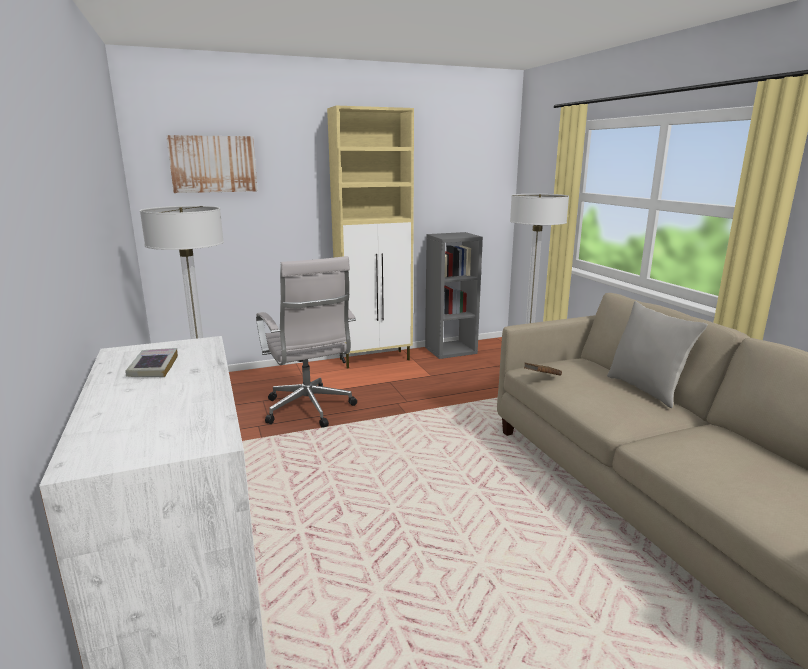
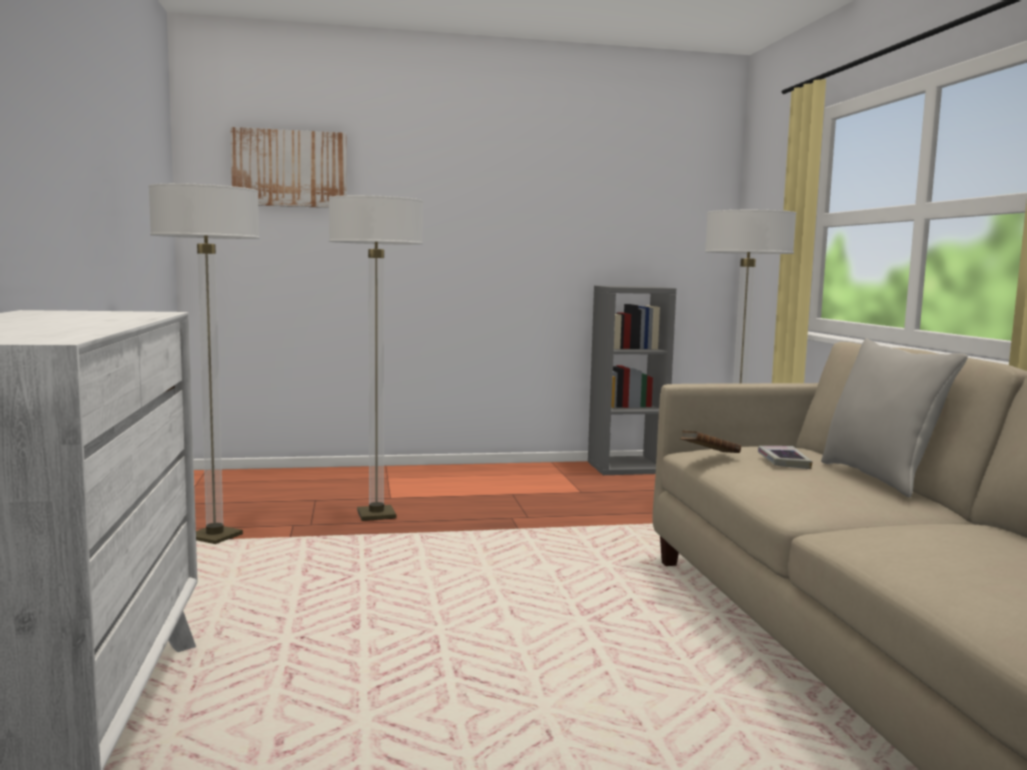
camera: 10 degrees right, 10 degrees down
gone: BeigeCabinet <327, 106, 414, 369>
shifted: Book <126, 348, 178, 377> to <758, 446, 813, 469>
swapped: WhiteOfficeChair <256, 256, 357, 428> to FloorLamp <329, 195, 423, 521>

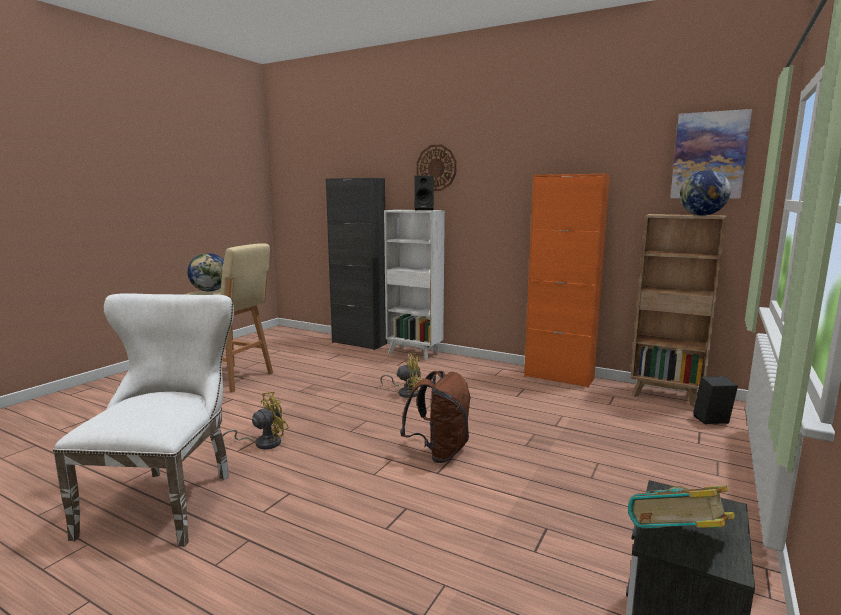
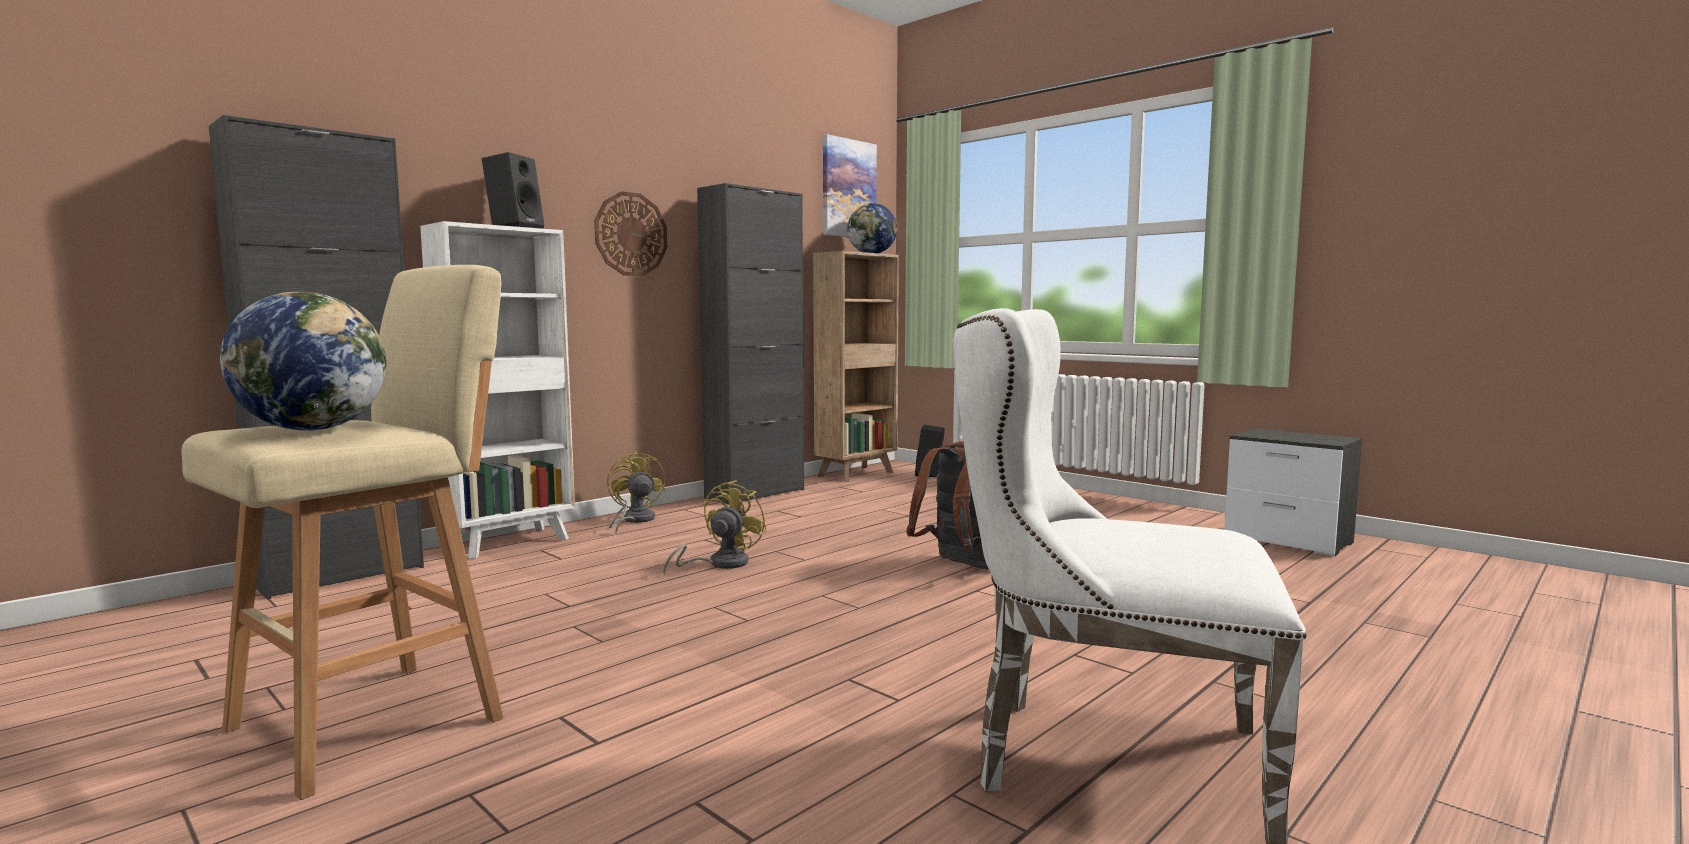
camera: 75 degrees left, 5 degrees down
gone: Book <628, 485, 735, 529>
shifted: WallClock <417, 145, 457, 191> to <594, 191, 667, 276>; YellowFan <222, 391, 289, 449> to <607, 451, 665, 533>
repainted: OrangeCabinet <524, 174, 610, 388> to BlackCabinet <697, 183, 804, 504>

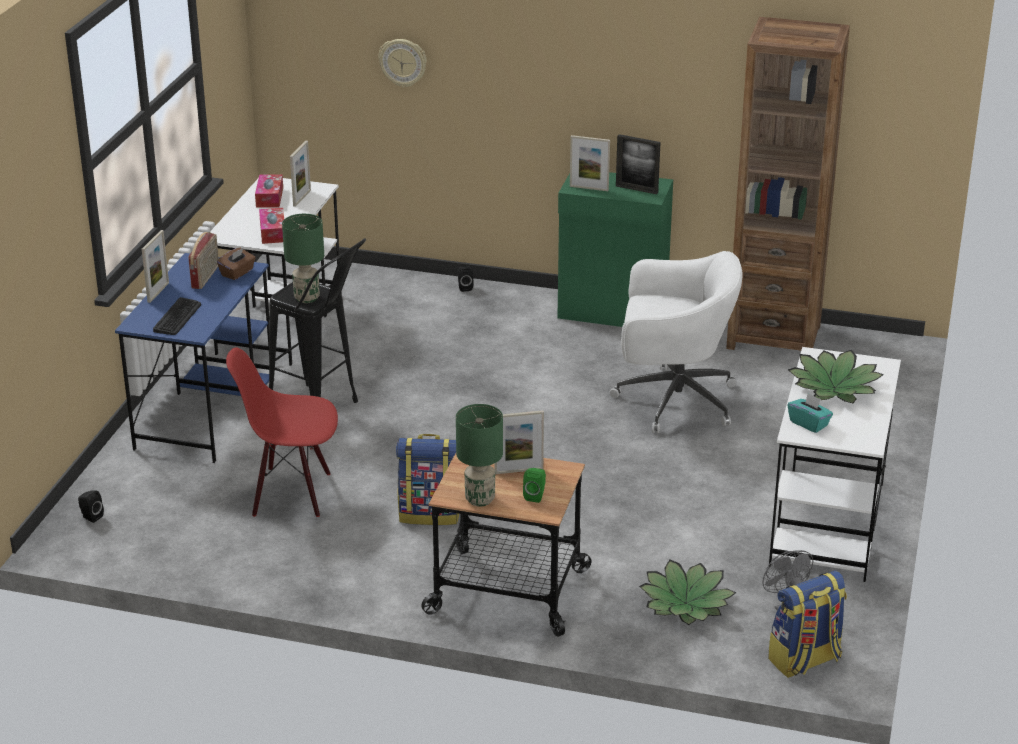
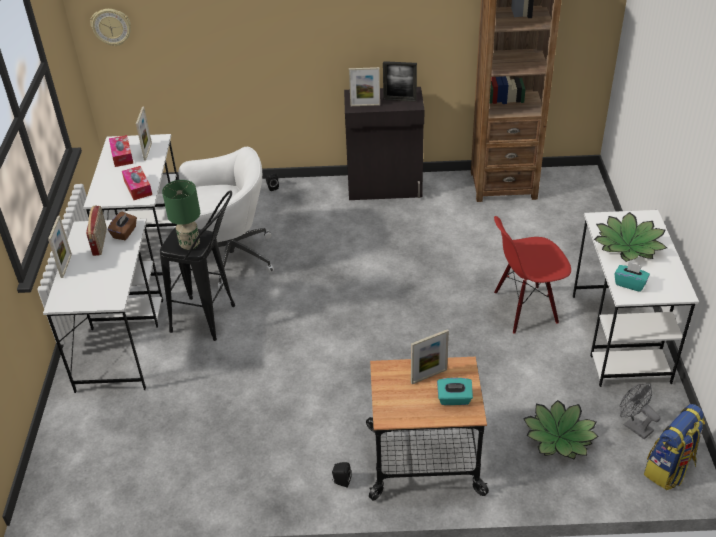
camera: 15 degrees left, 10 degrees up
gone: Keyboard <153, 297, 201, 335>; Backpack <396, 434, 459, 525>; GreenTableLamp <456, 404, 503, 506>
shifted: WallClock <378, 39, 427, 87> to <90, 9, 131, 47>; WhiteOfficeChair <610, 251, 743, 433> to <178, 147, 274, 290>; BlackSpeaker <78, 491, 104, 523> to <332, 462, 352, 488>; RedChair <226, 347, 338, 517> to <494, 216, 571, 334>
swapped: GreenSpeaker <523, 468, 546, 503> to TurquoiseTissueBox <437, 378, 473, 405>
repainted: BlueDesk <115, 253, 269, 463> to WhiteDesk <43, 219, 163, 393>; GreenCabinet <557, 172, 673, 327> to BlackCabinet <344, 87, 424, 200>

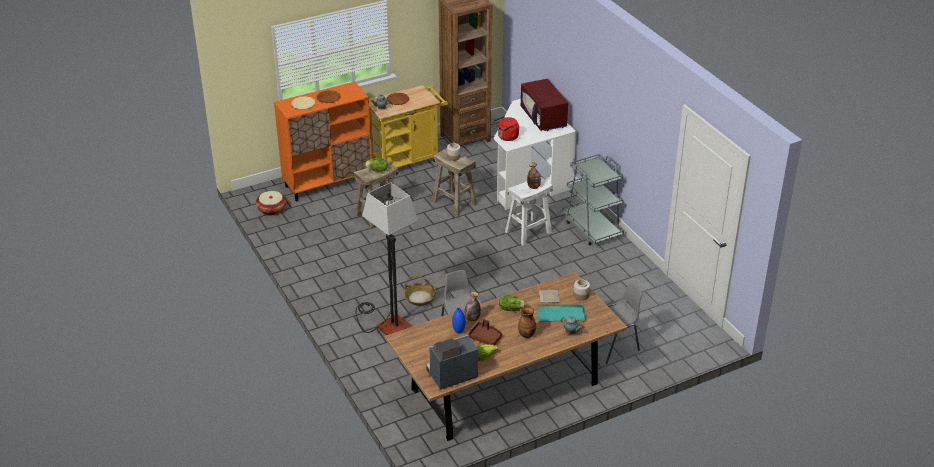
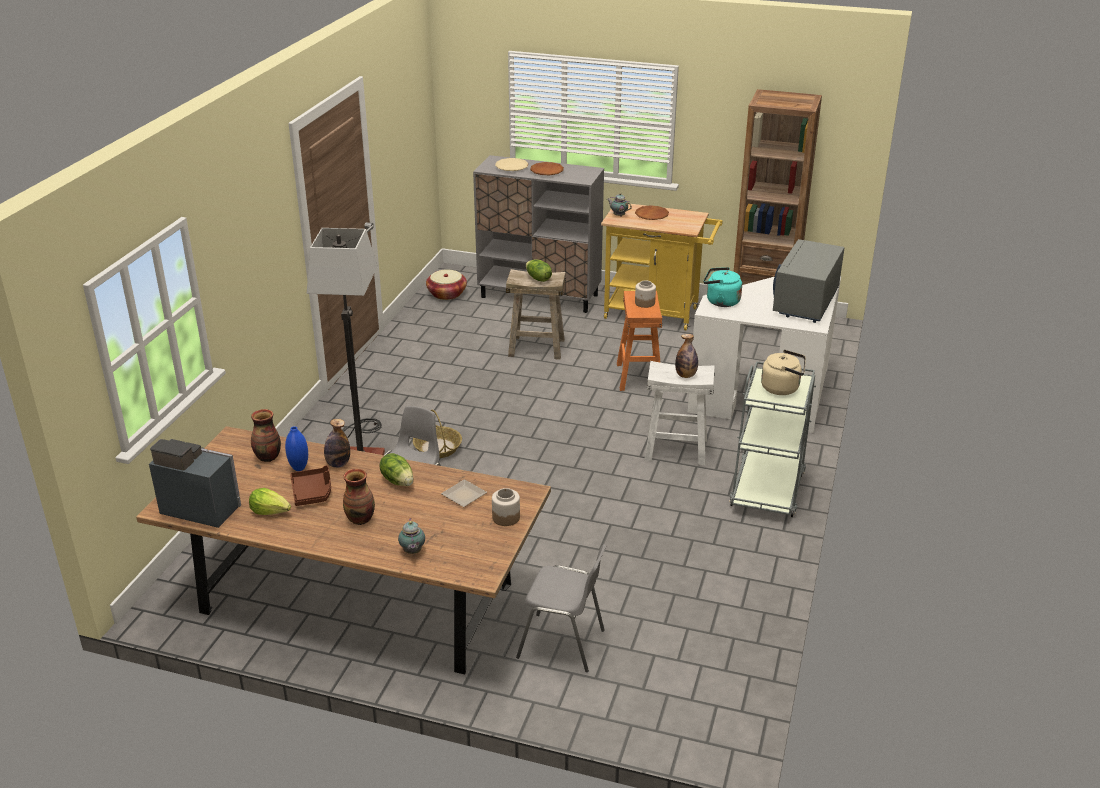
camera: 45 degrees right, 5 degrees down
gone: TurquoiseTray <537, 304, 586, 322>
new: Vase <251, 409, 281, 462>; BeigeKettle <761, 350, 806, 395>
repainted: OrangeCabinet <274, 82, 372, 201> to GreyCabinet <473, 155, 604, 313>; BeigeStool <432, 148, 477, 216> to OrangeStool <617, 291, 662, 391>; RedKettle <494, 116, 519, 141> to TurquoiseKettle <704, 267, 742, 307>; RedMicrowave <521, 79, 568, 131> to GreyMicrowave <773, 239, 844, 323>

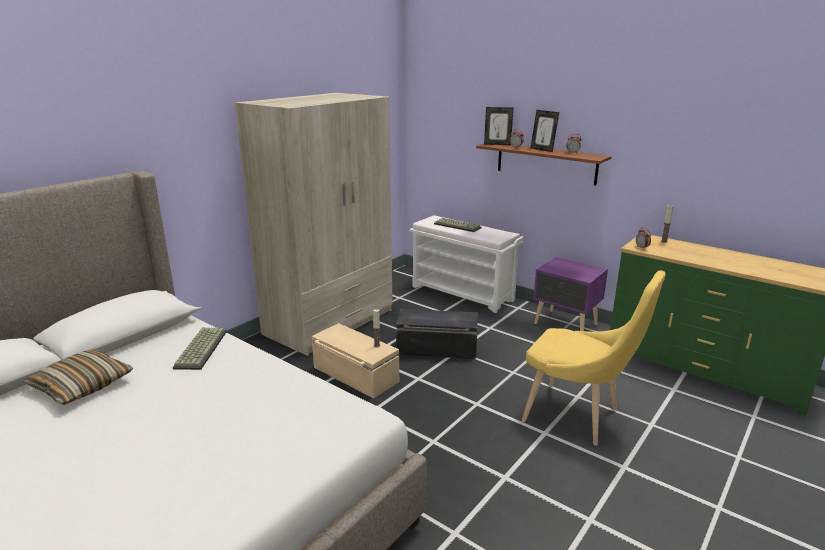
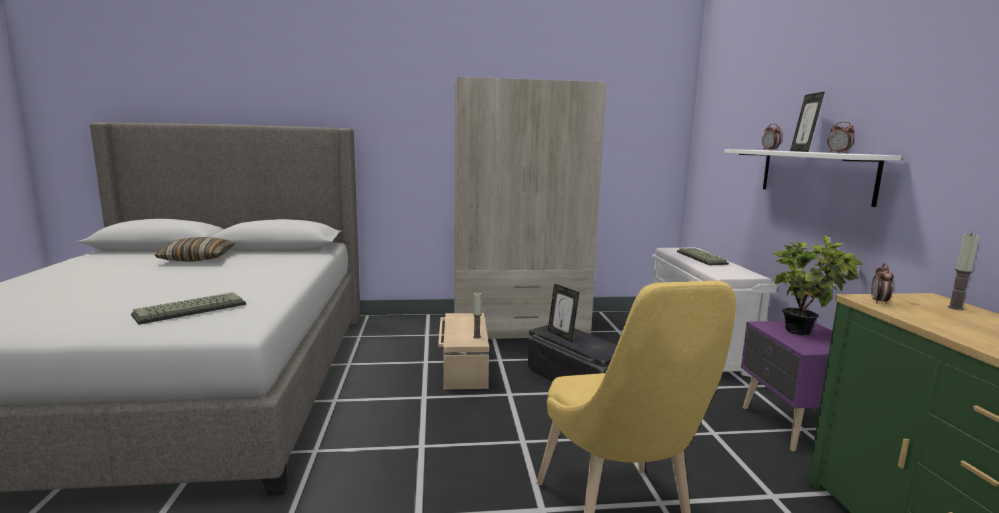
camera: 45 degrees right, 10 degrees down
new: PottedPlant <773, 235, 862, 336>
shifted: Keyboard <173, 328, 227, 370> to <131, 292, 246, 325>; PictureFrame <484, 107, 513, 145> to <548, 284, 579, 342>
repainted: BrownShelf <476, 144, 612, 185> to WhiteShelf <724, 149, 901, 207>

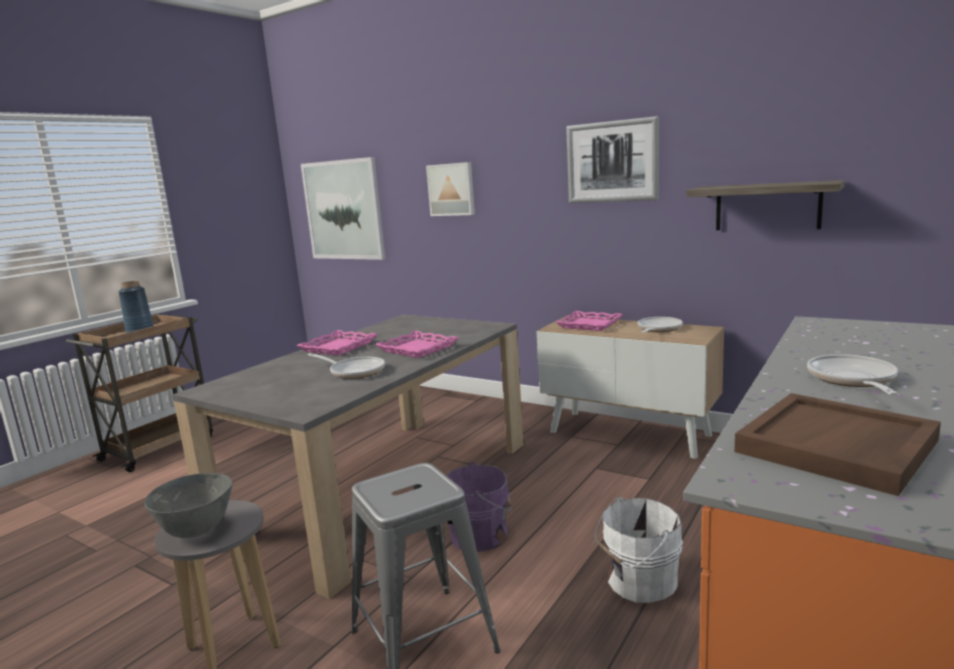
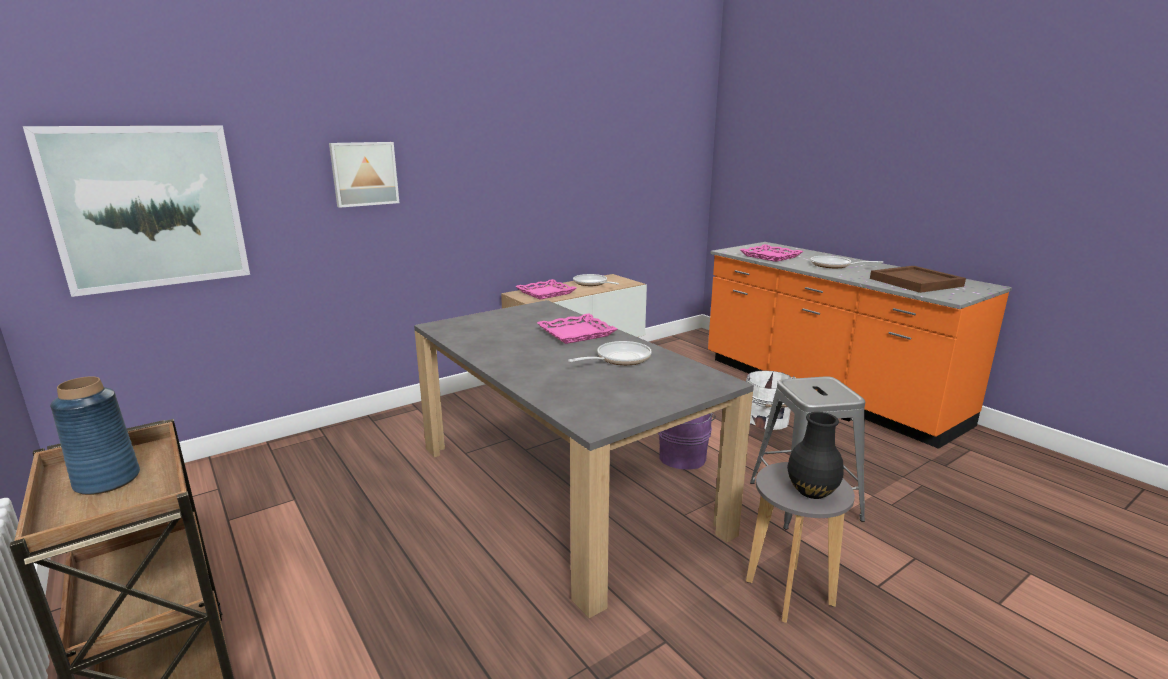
camera: 70 degrees left, 5 degrees up
gone: Picture <566, 116, 659, 203>; Shelf <686, 180, 845, 230>
shifted: PinkTray <296, 330, 378, 355> to <740, 244, 803, 262>
swapped: GreyBowl <145, 473, 232, 538> to BlackVase <787, 412, 844, 499>

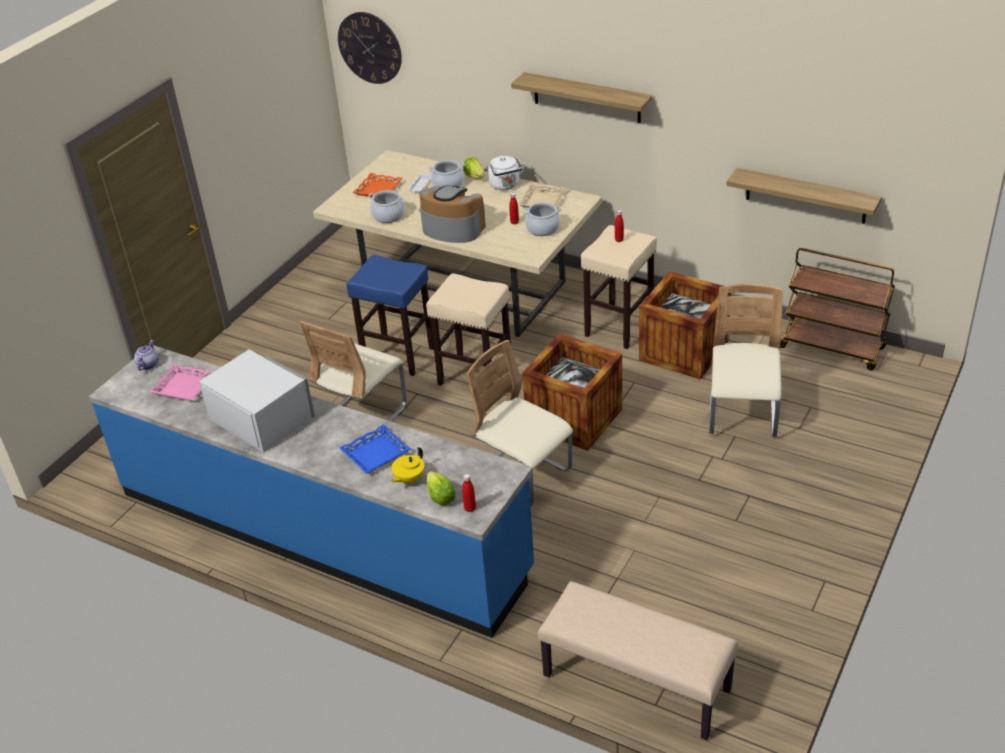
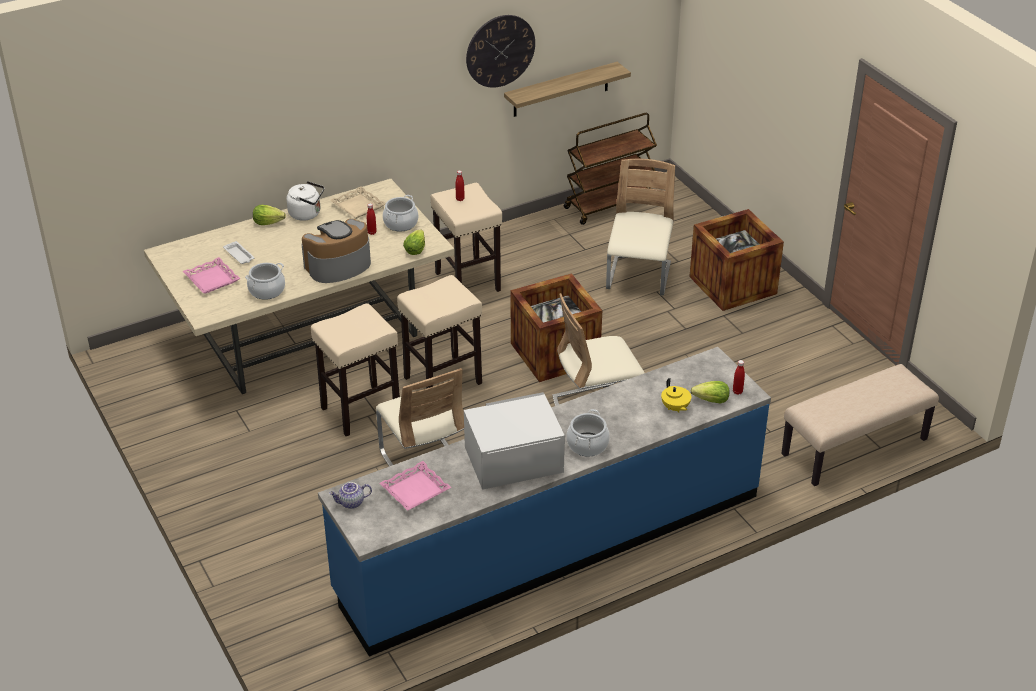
camera: 60 degrees left, 0 degrees up
gone: BlueTray <339, 425, 411, 474>; Shelf <511, 72, 652, 123>
new: Lettuce <403, 230, 425, 255>
shifted: WallClock <338, 12, 402, 84> to <466, 15, 535, 88>; CookingPot <428, 160, 464, 188> to <567, 409, 610, 456>; Crate <639, 271, 732, 380> to <689, 209, 784, 311>
repainted: OrangeTray <353, 173, 403, 197> to PinkTray <182, 257, 241, 294>; BlueStool <346, 255, 434, 376> to BeigeStool <311, 303, 400, 436>
rotated: Teapot <134, 340, 159, 371> = <329, 482, 372, 509> 60 degrees counterclockwise; BeigeChair <709, 284, 783, 437> = <606, 159, 675, 296> 60 degrees clockwise

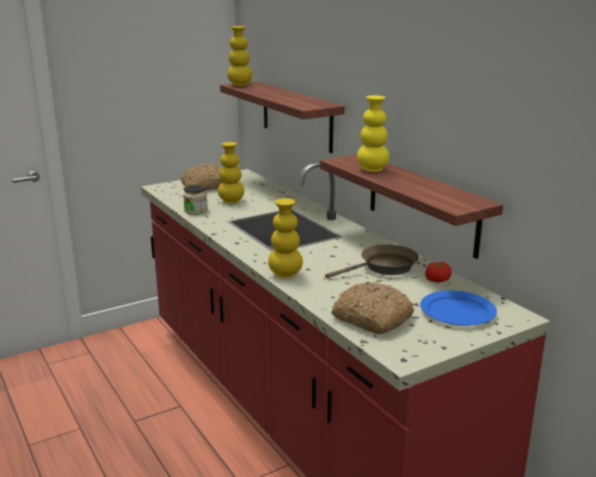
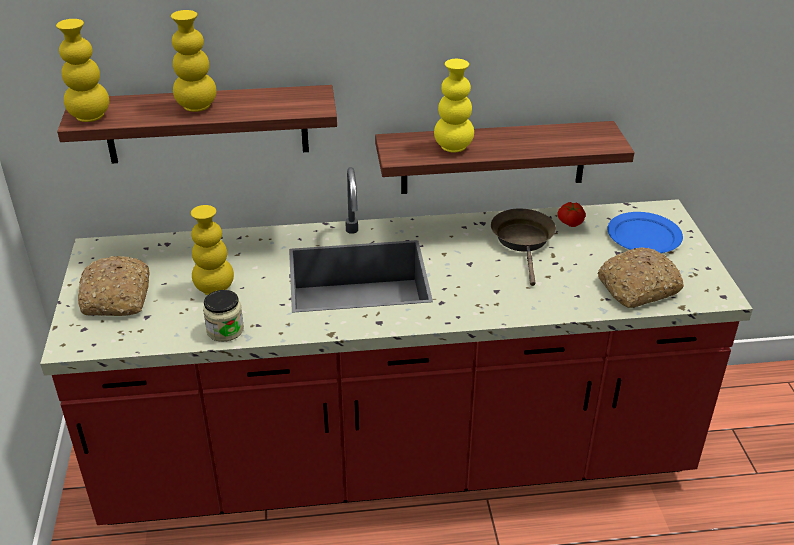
camera: 65 degrees left, 15 degrees up
shifted: YellowVase <268, 198, 303, 278> to <171, 10, 217, 112>

